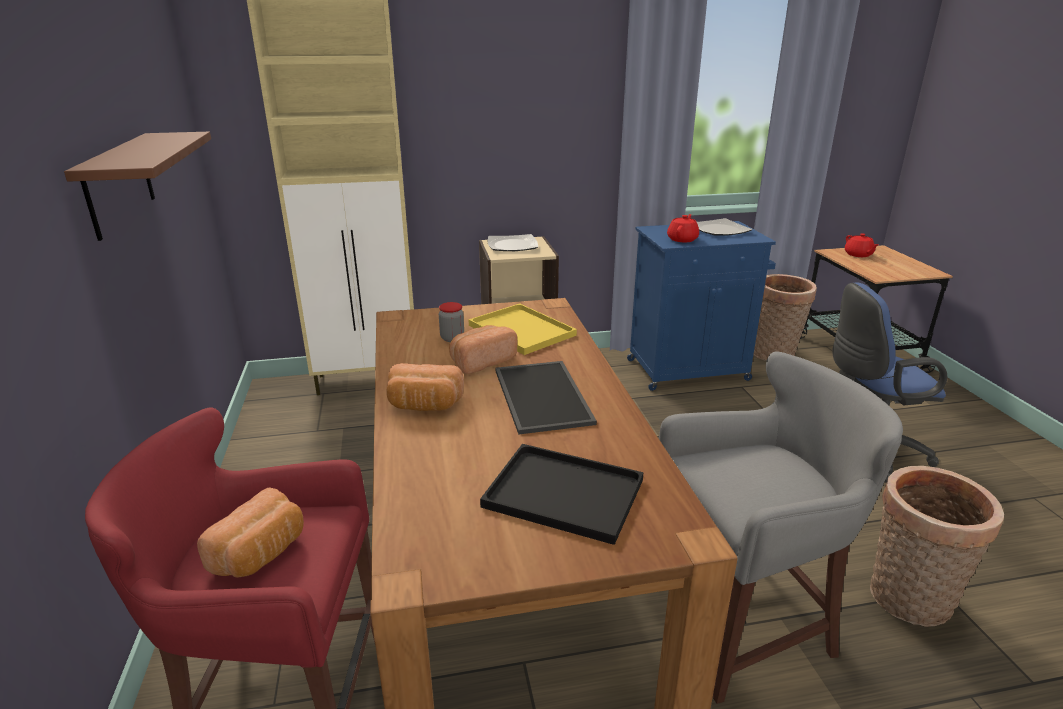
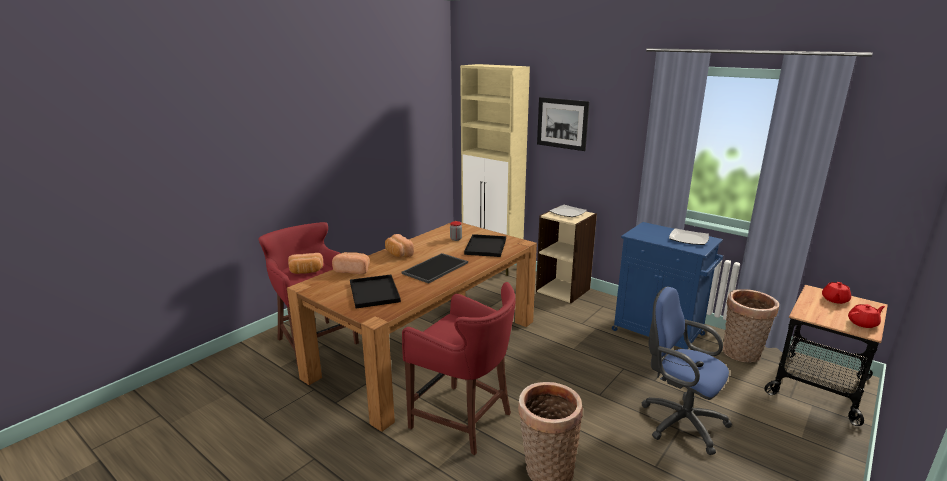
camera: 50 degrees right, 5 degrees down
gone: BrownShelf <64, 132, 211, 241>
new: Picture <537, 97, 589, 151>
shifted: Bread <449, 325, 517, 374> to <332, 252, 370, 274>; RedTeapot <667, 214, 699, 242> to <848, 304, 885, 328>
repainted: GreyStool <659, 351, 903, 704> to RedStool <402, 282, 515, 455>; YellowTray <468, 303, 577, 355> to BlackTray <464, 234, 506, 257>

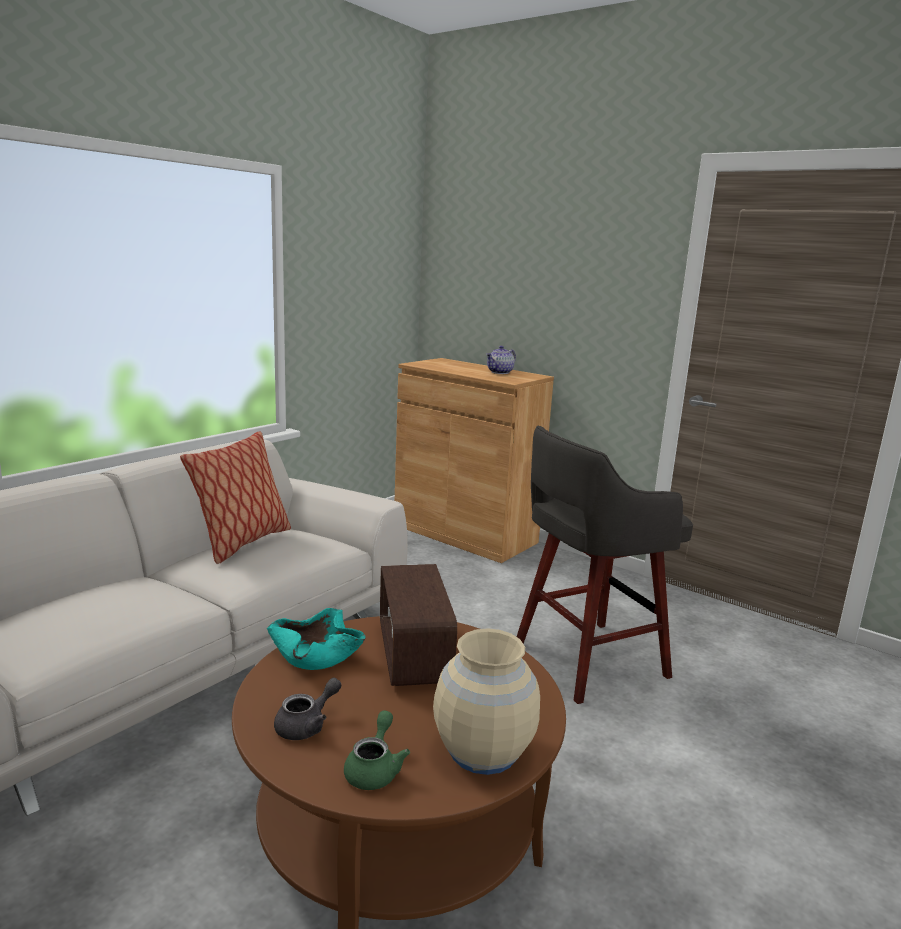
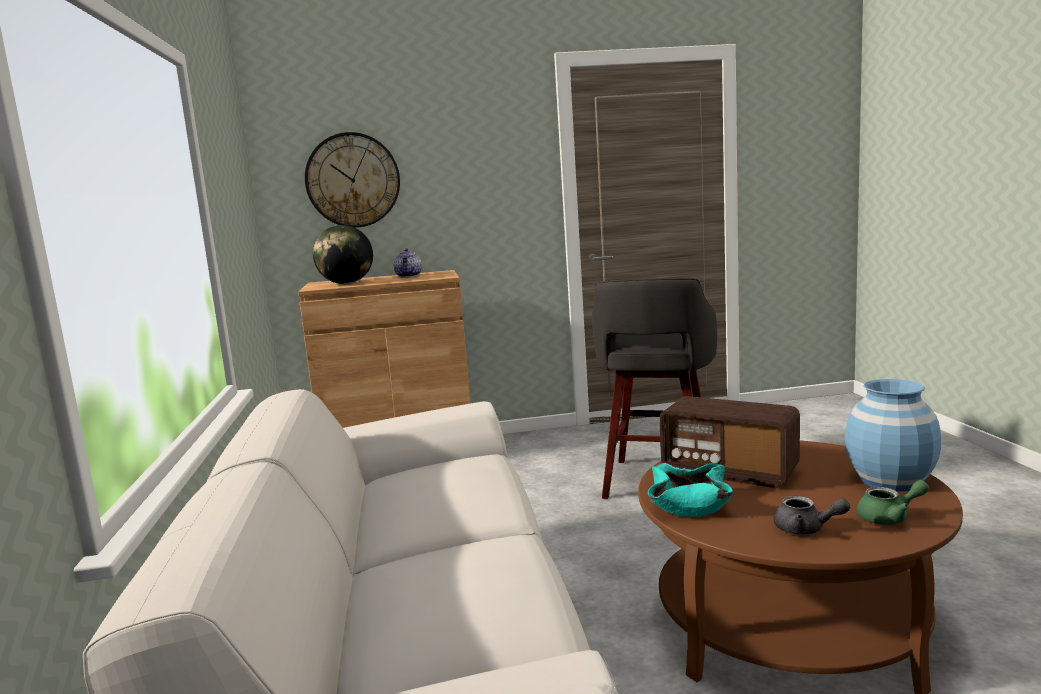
camera: 45 degrees left, 5 degrees down
gone: Pillow <180, 431, 291, 564>
new: WallClock <305, 132, 400, 228>; Globe <313, 225, 373, 284>
repainted: BeigeVase <433, 628, 540, 775> to BlueVase <845, 379, 941, 492>
rotated: GreyTeapot <274, 678, 341, 740> = <774, 496, 850, 535> 120 degrees clockwise; GreenTeapot <344, 710, 410, 790> = <857, 480, 929, 525> 120 degrees clockwise

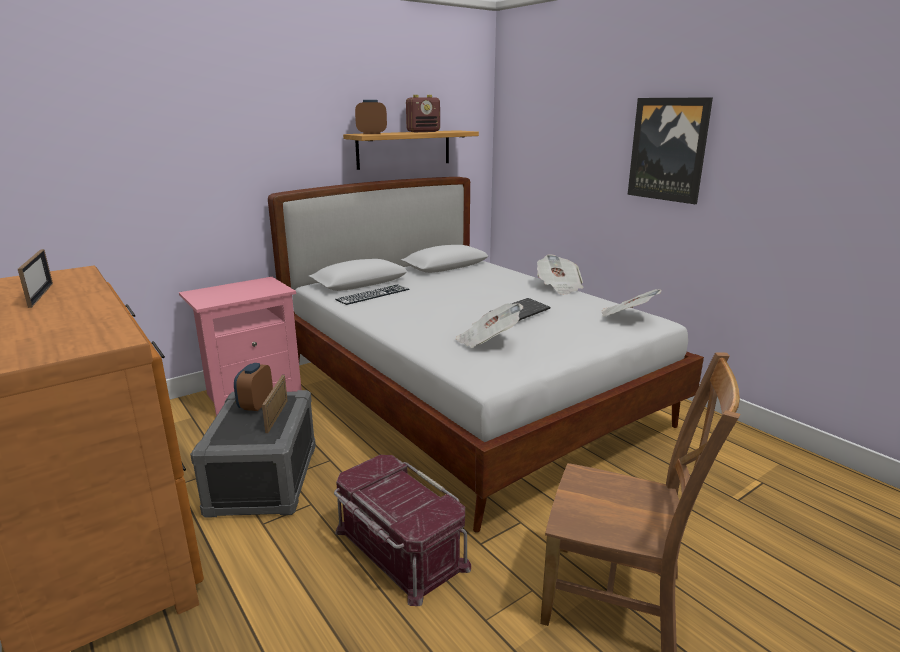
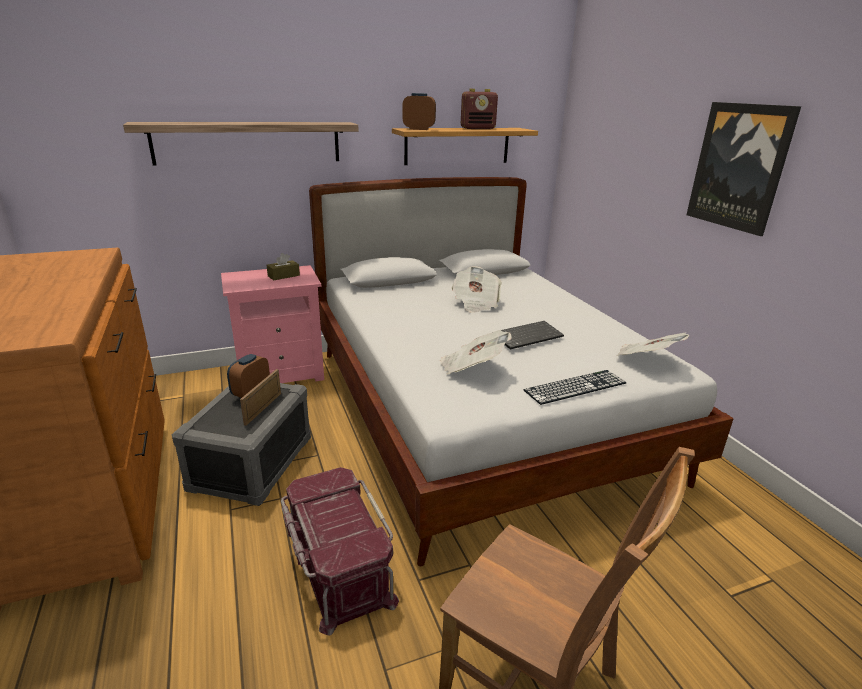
camera: 15 degrees right, 5 degrees up
gone: PictureFrame <18, 249, 53, 308>
new: Shelf <123, 122, 358, 165>; BrownTissueBox <267, 253, 300, 280>
shifted: Newspaper <537, 254, 584, 295> to <452, 266, 502, 313>; Keyboard <335, 285, 409, 305> to <523, 370, 627, 405>

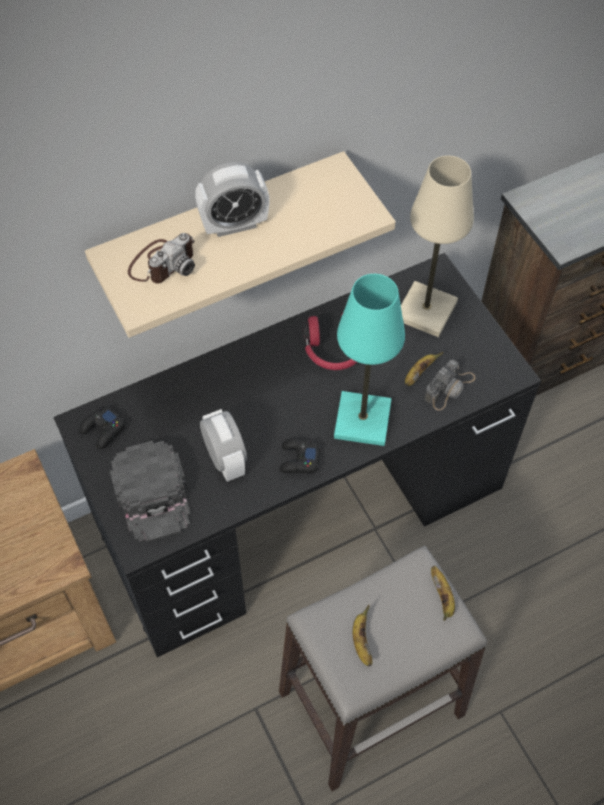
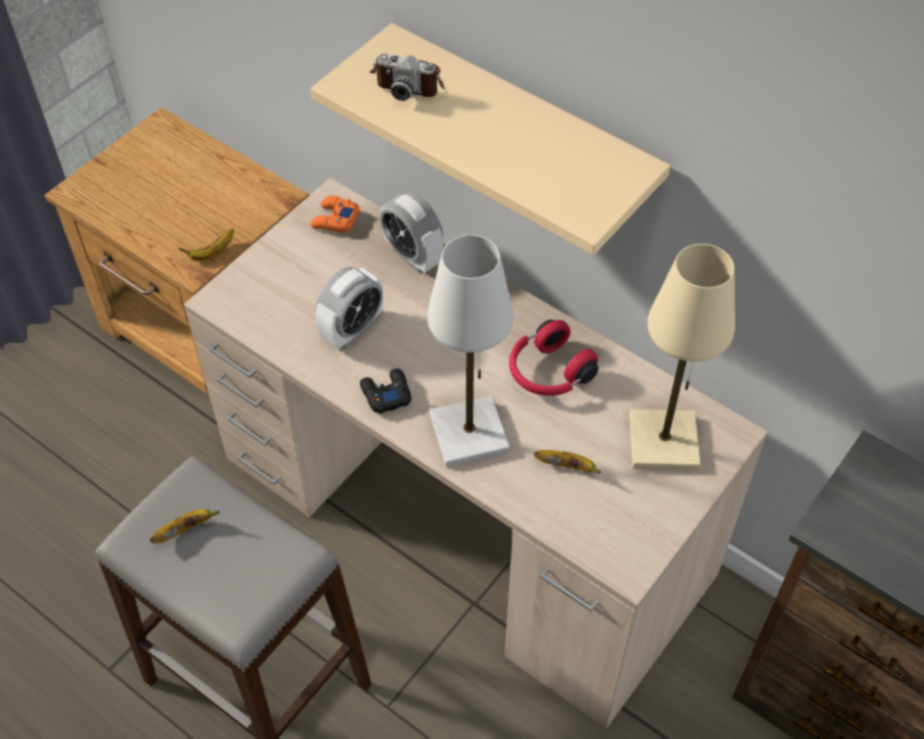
camera: 65 degrees right, 5 degrees down
gone: BlackCap <110, 441, 191, 542>; PhotoCamera <424, 360, 476, 411>
shifted: Banana <431, 566, 455, 621> to <178, 229, 234, 261>; AlarmClock <195, 162, 269, 237> to <380, 193, 443, 273>
repainted: BlackDesk <53, 253, 541, 657> to BeigeDesk <184, 178, 768, 729>; BlackGameController <79, 405, 126, 449> to OrangeGameController <310, 196, 361, 233>; TurquoiseTableLamp <334, 274, 405, 446> to WhiteTableLamp <427, 235, 513, 467>

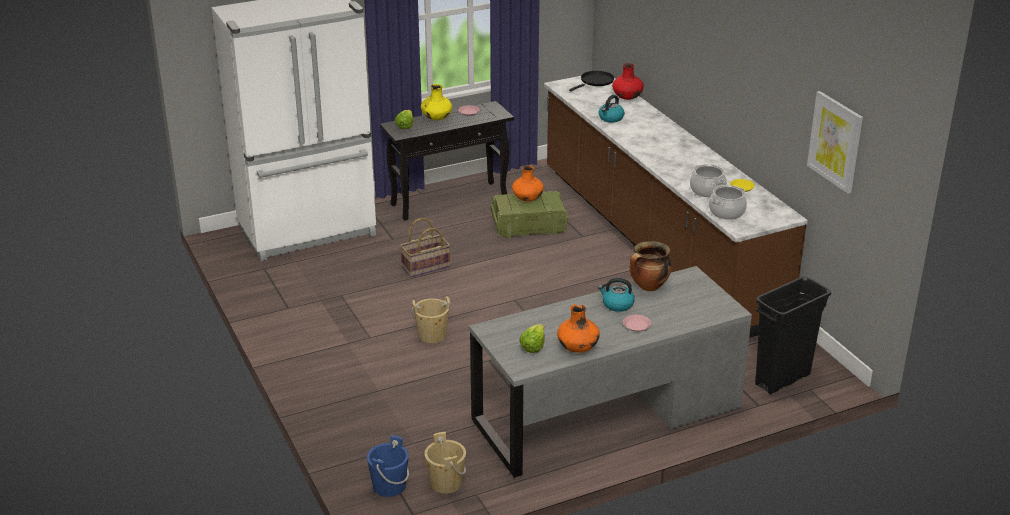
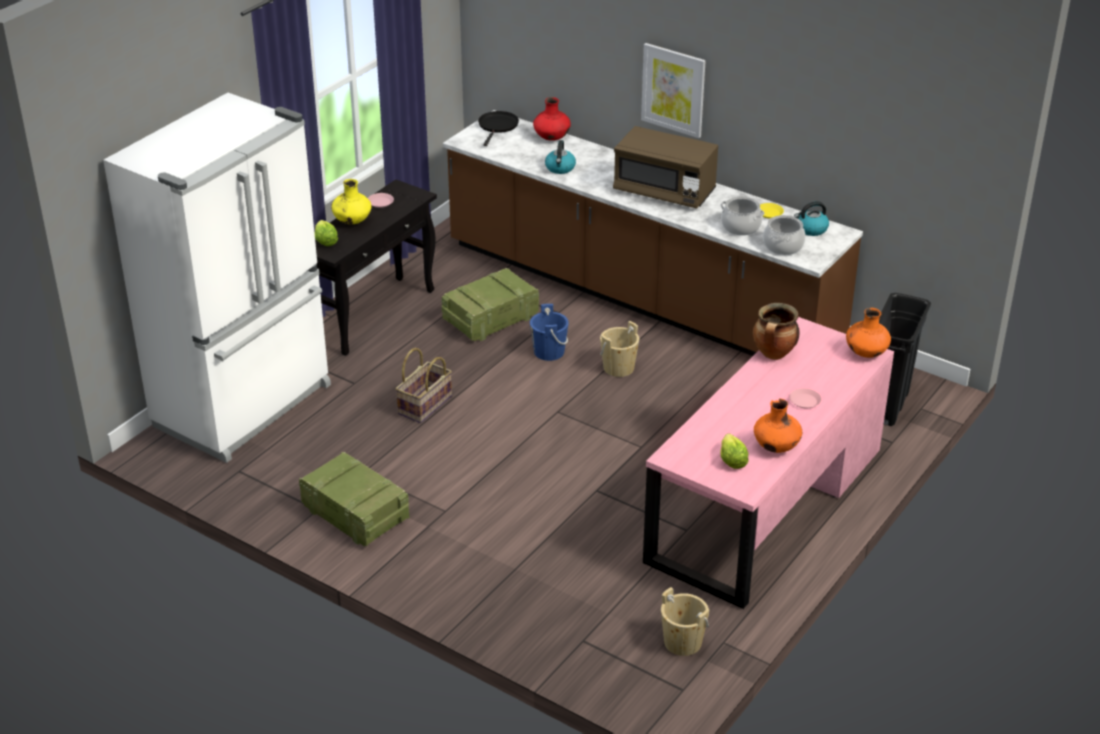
camera: 30 degrees left, 5 degrees up
new: Crate <299, 452, 409, 546>; BrownMicrowave <613, 126, 718, 208>
shifted: BlueBucket <367, 435, 409, 497> to <530, 304, 569, 361>; BeigeBucket <412, 296, 451, 343> to <600, 321, 639, 377>; Picture <807, 91, 863, 194> to <641, 43, 706, 138>; Kettle <598, 278, 635, 312> to <794, 201, 829, 236>; OrangeVase <512, 165, 544, 201> to <846, 308, 891, 358>
repainted: GreyDesk <469, 266, 752, 478> to PinkDesk <643, 317, 894, 609>

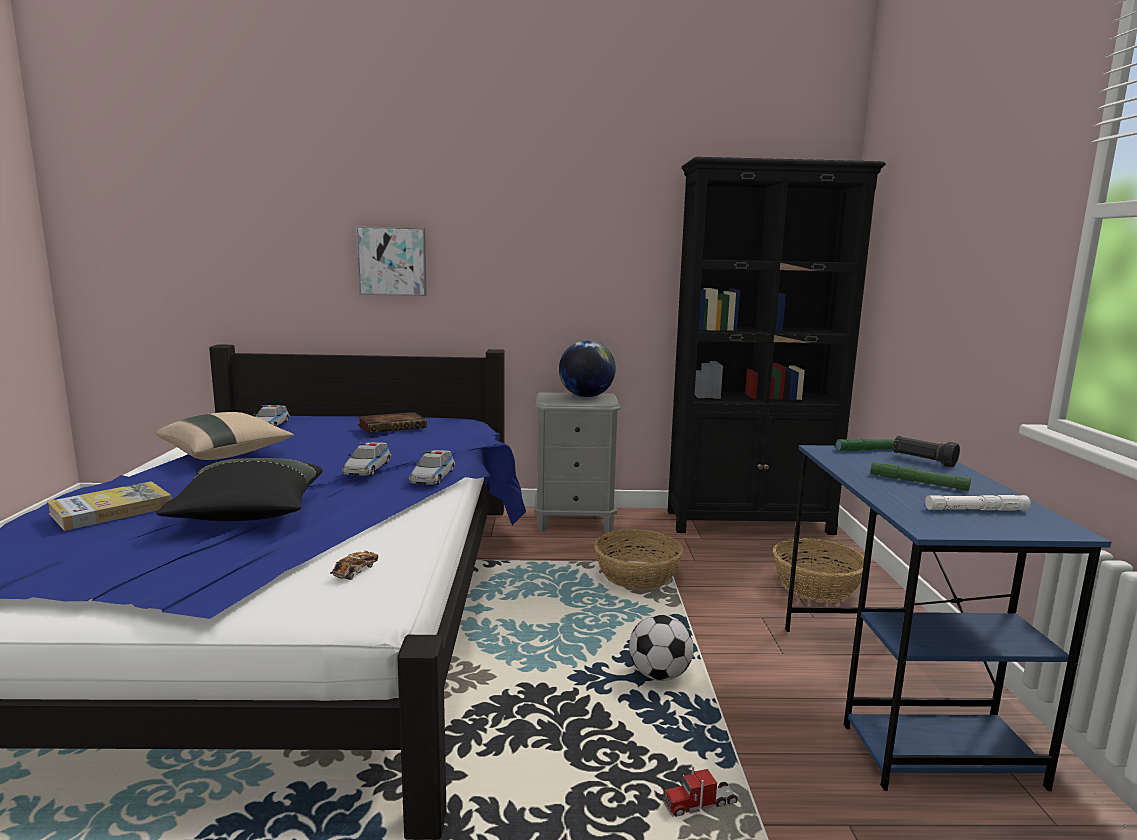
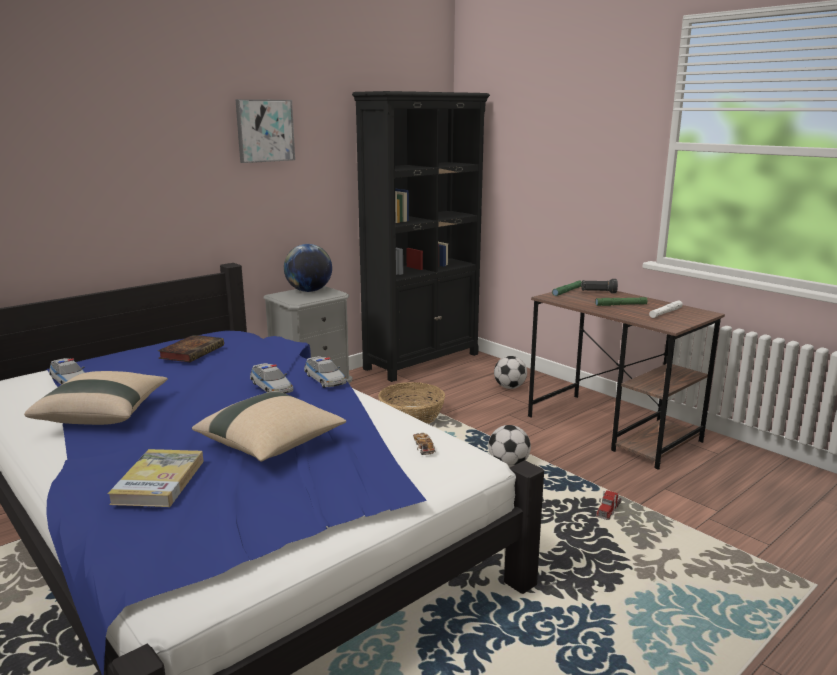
camera: 40 degrees left, 5 degrees up
shifted: Picture <356, 226, 427, 296> to <235, 99, 295, 163>
swapped: Basket <773, 538, 864, 601> to Football <494, 356, 527, 389>
repainted: BlackPillow <156, 458, 322, 521> to BeigePillow <192, 392, 346, 462>; BlueDesk <785, 445, 1111, 791> to BrownDesk <528, 287, 725, 470>

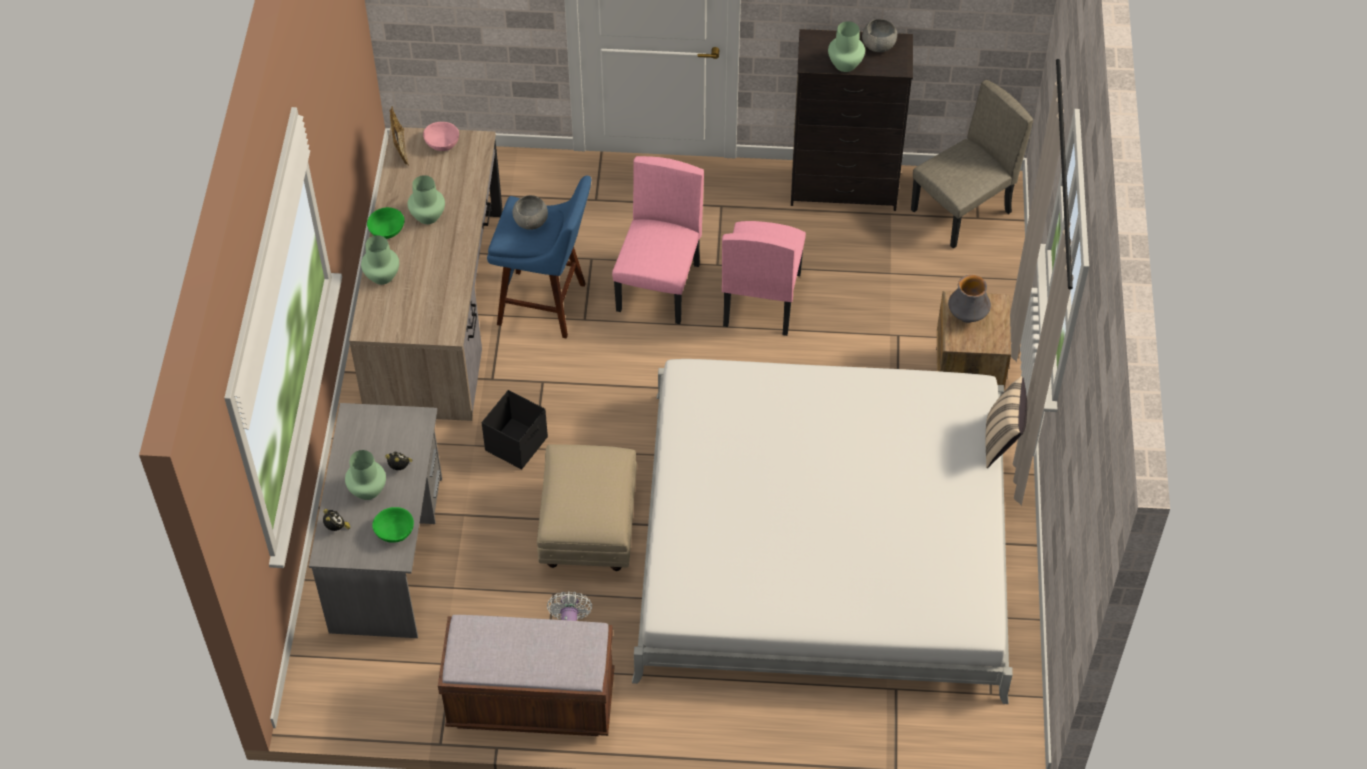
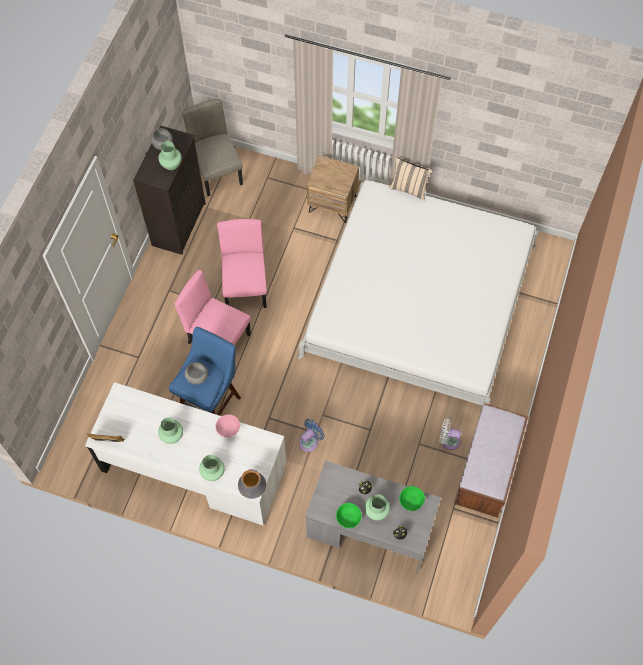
camera: 75 degrees left, 10 degrees up
gone: BeigeOttoman <537, 444, 637, 571>
shifted: PinkBowl <423, 122, 459, 151> to <215, 414, 240, 437>; Vase <948, 275, 991, 323> to <238, 469, 266, 499>; GreenBowl <367, 207, 405, 239> to <336, 503, 362, 528>
swapped: BlackStorageBox <482, 390, 548, 470> to BlueFan <299, 419, 325, 452>
repainted: BrownDesk <349, 127, 503, 421> to WhiteDesk <85, 382, 287, 526>
rotated: PinkChair <722, 221, 806, 336> = <217, 219, 267, 308> 120 degrees counterclockwise

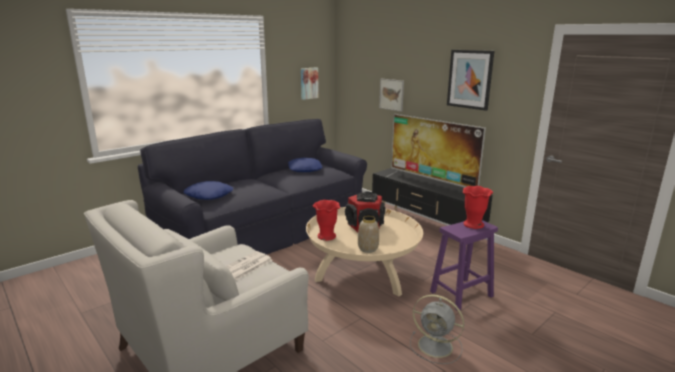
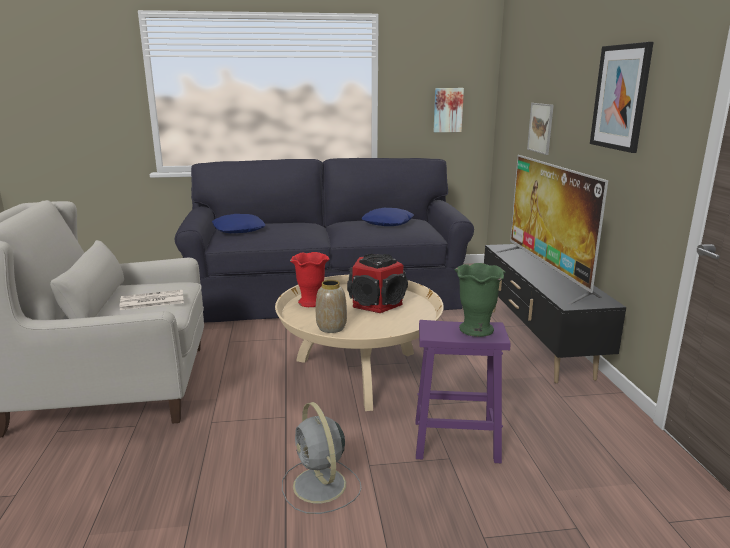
camera: 35 degrees right, 0 degrees up
repainted: RedVase <463, 186, 494, 229> to GreenVase <455, 263, 505, 337>

